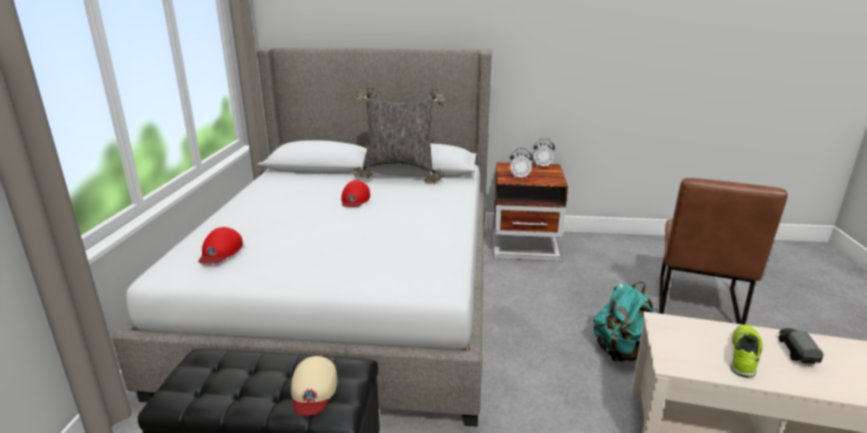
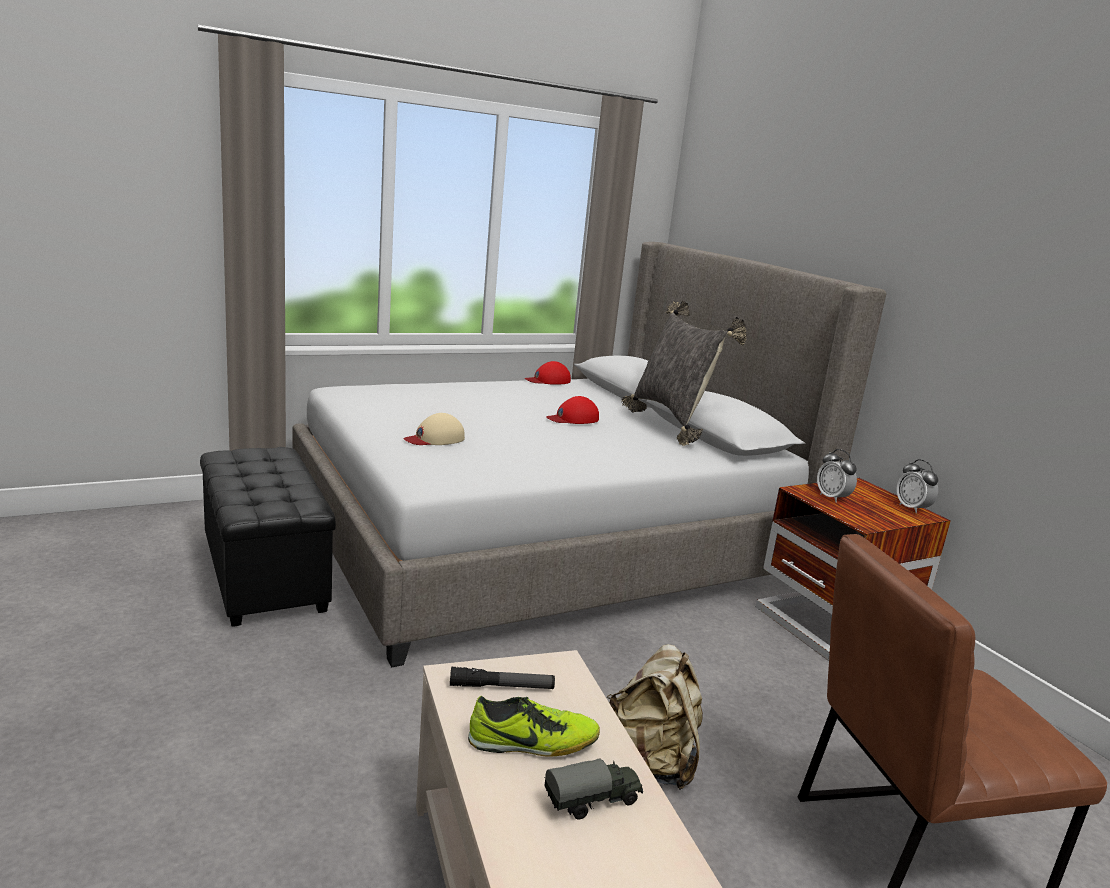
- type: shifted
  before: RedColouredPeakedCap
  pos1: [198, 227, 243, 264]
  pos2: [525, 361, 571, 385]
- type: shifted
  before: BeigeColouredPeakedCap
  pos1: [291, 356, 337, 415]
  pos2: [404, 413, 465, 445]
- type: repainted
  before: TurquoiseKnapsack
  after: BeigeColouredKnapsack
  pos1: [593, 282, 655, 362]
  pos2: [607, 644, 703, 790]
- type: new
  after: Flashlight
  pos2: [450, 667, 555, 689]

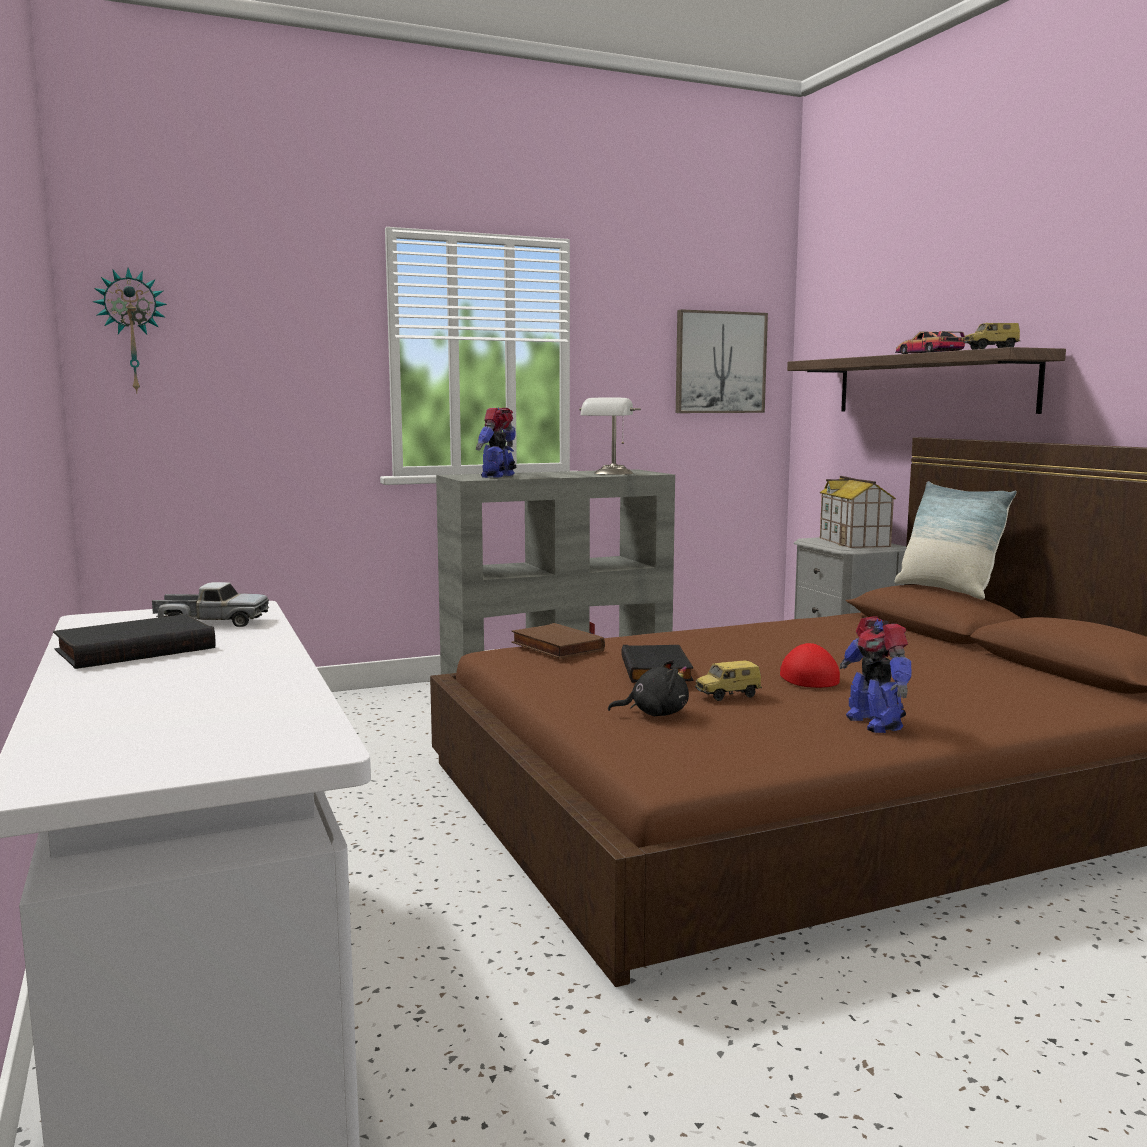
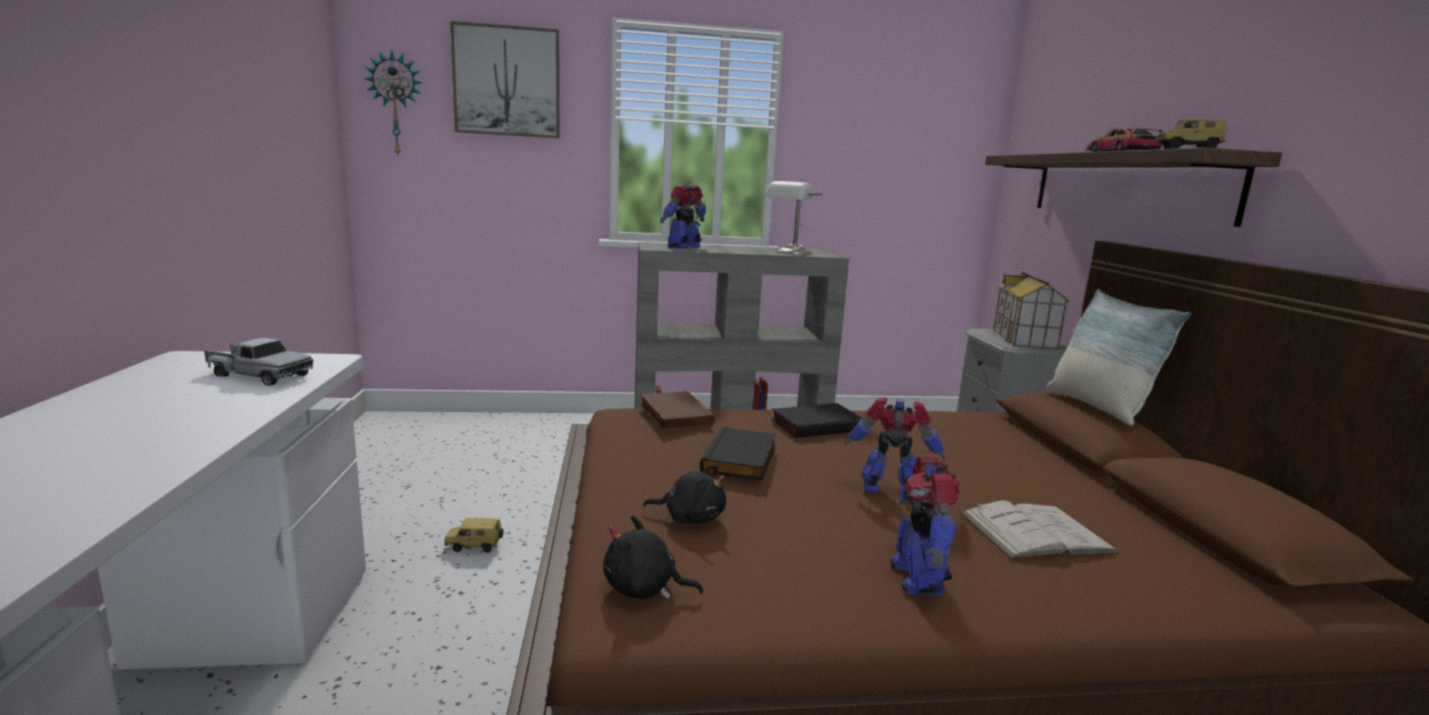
- type: shifted
  before: BlackBook
  pos1: [53, 614, 216, 669]
  pos2: [771, 403, 865, 438]
- type: shifted
  before: WallArt
  pos1: [676, 309, 768, 413]
  pos2: [450, 21, 559, 138]
- type: shifted
  before: ToyCar
  pos1: [695, 660, 762, 701]
  pos2: [445, 518, 503, 553]
- type: swapped
  before: RedColouredPeakedCap
  after: RobotFigure
  pos1: [780, 643, 840, 688]
  pos2: [844, 397, 945, 495]
- type: new
  after: BlackPlushToy
  pos2: [603, 515, 703, 599]
- type: new
  after: WhiteBook
  pos2: [960, 500, 1119, 560]

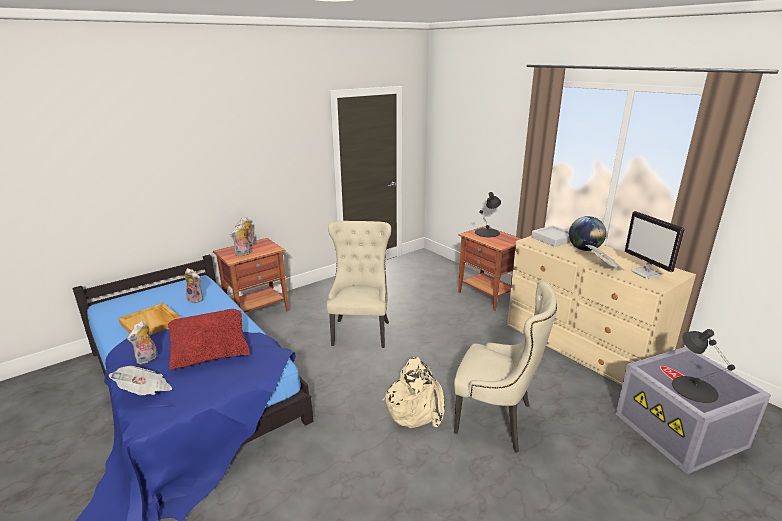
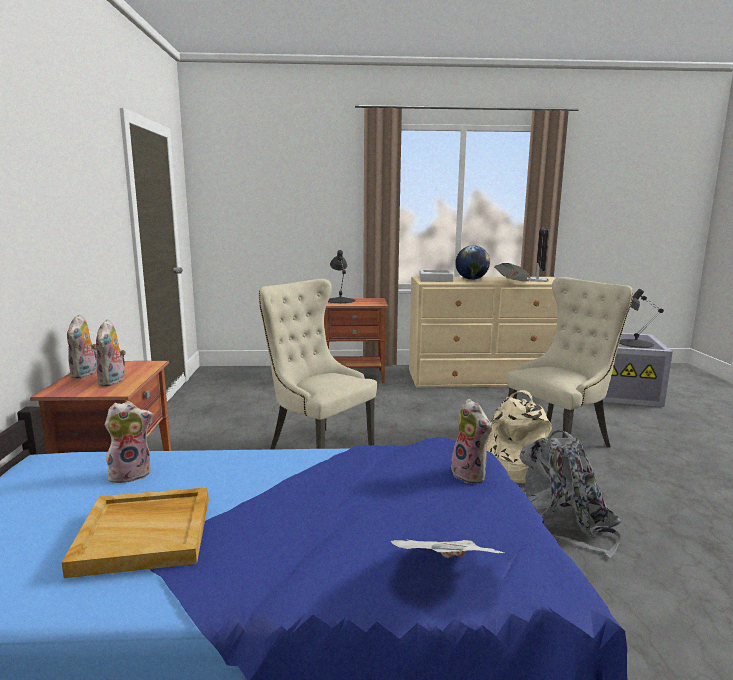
- type: shifted
  before: PlushToy
  pos1: [127, 321, 158, 364]
  pos2: [451, 399, 492, 484]
- type: gone
  before: RedColouredPillow
  pos1: [168, 309, 250, 370]
- type: rotated
  before: ComputerScreen
  pos1: [625, 211, 685, 279]
  pos2: [528, 228, 549, 282]
  turn: -90
- type: new
  after: GrayKnapsack
  pos2: [520, 430, 622, 558]

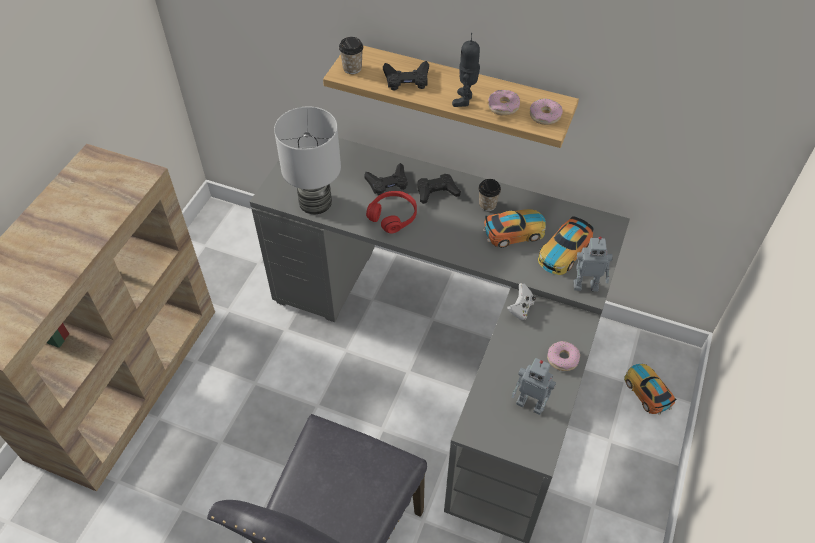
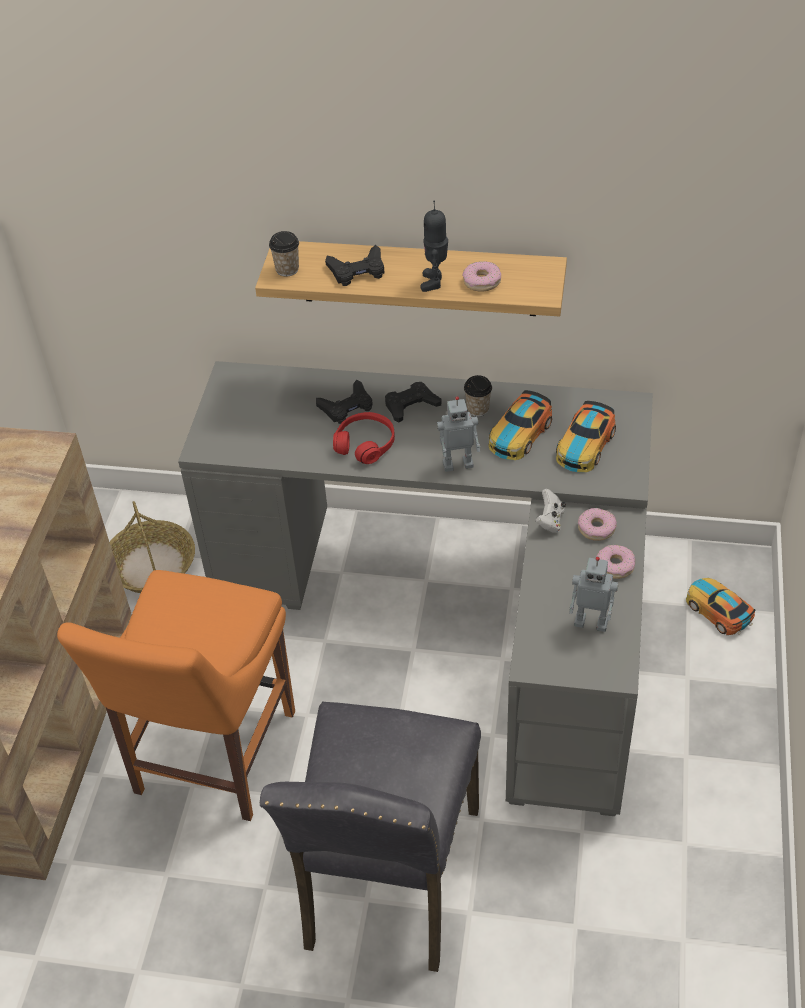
- type: gone
  before: GrayTabletopLamp
  pos1: [274, 106, 341, 214]
- type: rotated
  before: ToyCar
  pos1: [483, 209, 546, 248]
  pos2: [489, 390, 552, 460]
  turn: 150
- type: shifted
  before: Doughnut
  pos1: [530, 98, 563, 125]
  pos2: [578, 508, 617, 541]
- type: shifted
  before: RobotFigure
  pos1: [573, 236, 613, 292]
  pos2: [437, 396, 480, 472]
- type: new
  after: OrangeyPlainChair
  pos2: [57, 570, 295, 821]
- type: new
  after: HouseholdBasket
  pos2: [110, 501, 195, 593]

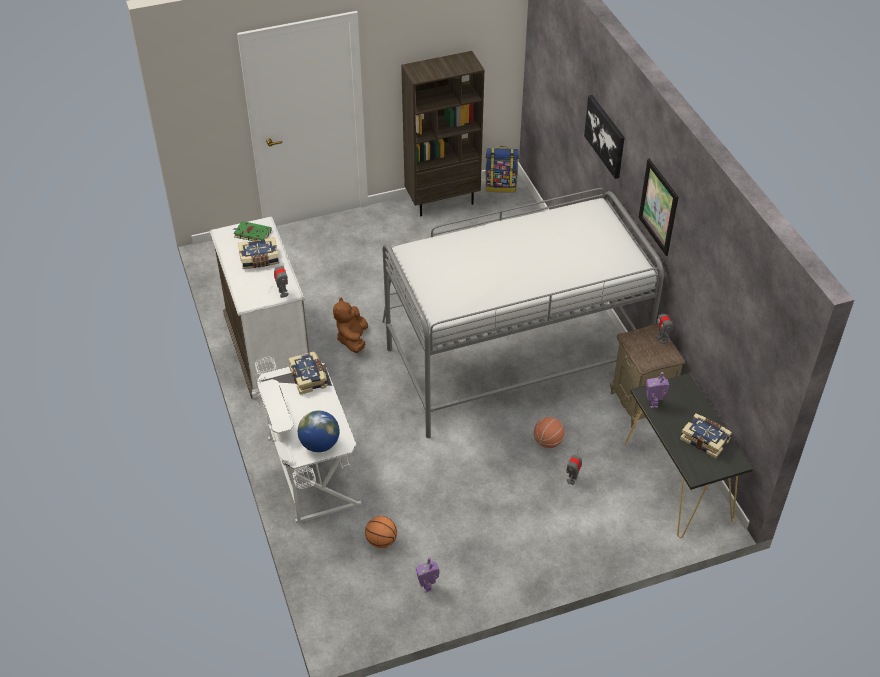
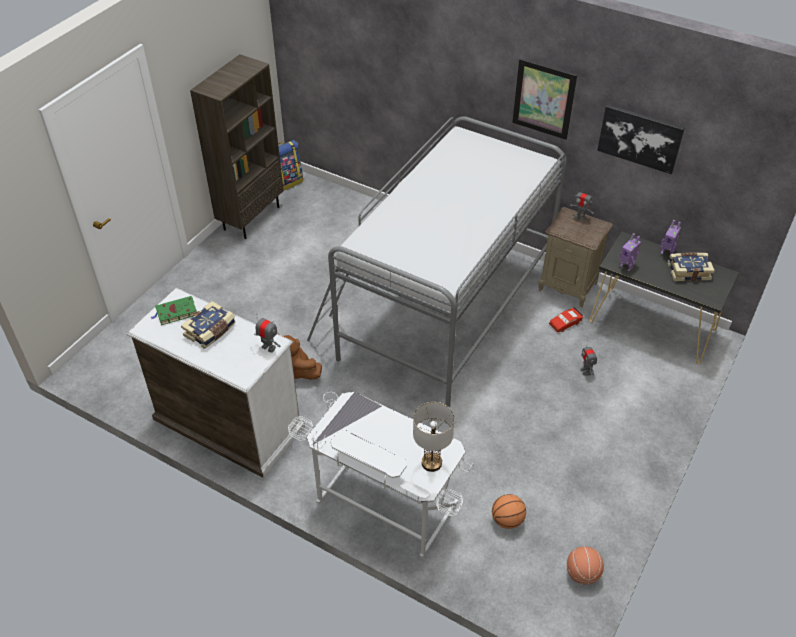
- type: gone
  before: Book
  pos1: [288, 351, 327, 395]
- type: swapped
  before: WorldGlobe
  after: TabletopLamp
  pos1: [298, 411, 339, 452]
  pos2: [413, 402, 455, 472]
- type: shifted
  before: RobotFigure
  pos1: [416, 558, 439, 593]
  pos2: [660, 220, 681, 257]
- type: shifted
  before: BasketballBall
  pos1: [534, 417, 565, 448]
  pos2: [567, 546, 604, 585]
- type: shifted
  before: WallArt
  pos1: [584, 95, 625, 179]
  pos2: [597, 105, 685, 174]
- type: new
  after: RedColouredToyCar
  pos2: [549, 307, 583, 332]

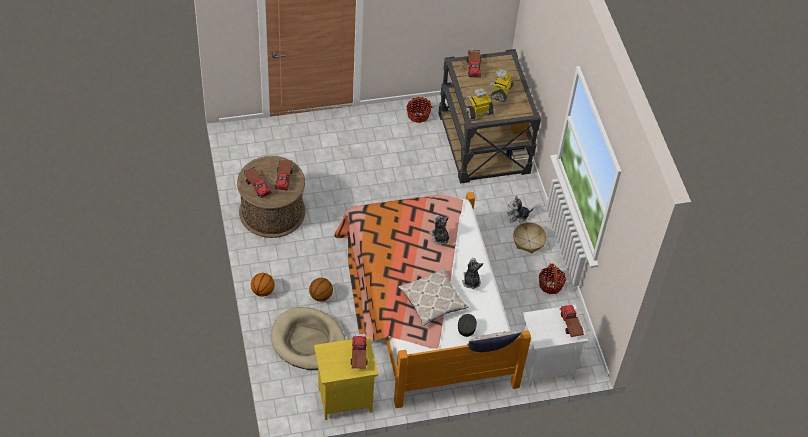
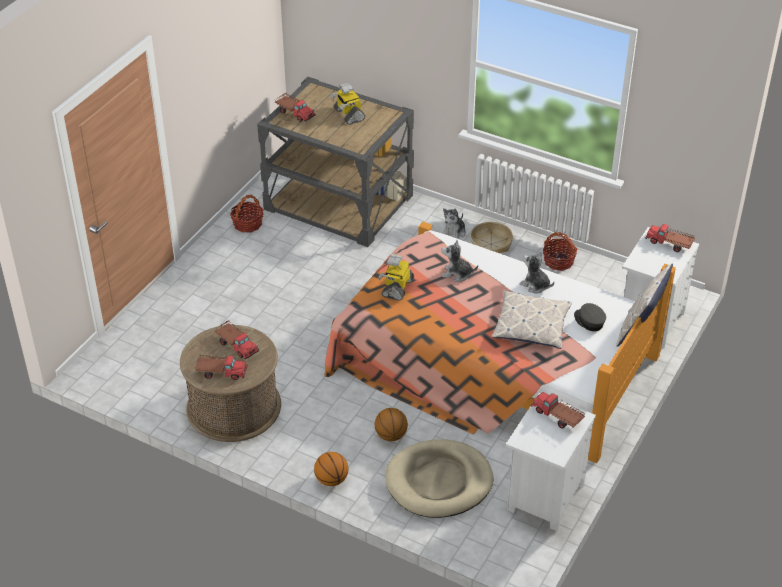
- type: repainted
  before: YellowColouredBedsideTable
  after: WhiteBedsideTable
  pos1: [314, 337, 378, 420]
  pos2: [506, 393, 596, 531]
- type: shifted
  before: RobotFigure
  pos1: [465, 88, 494, 120]
  pos2: [378, 254, 414, 301]

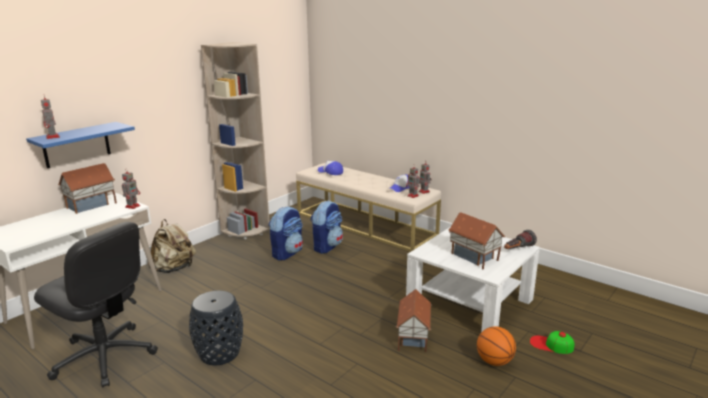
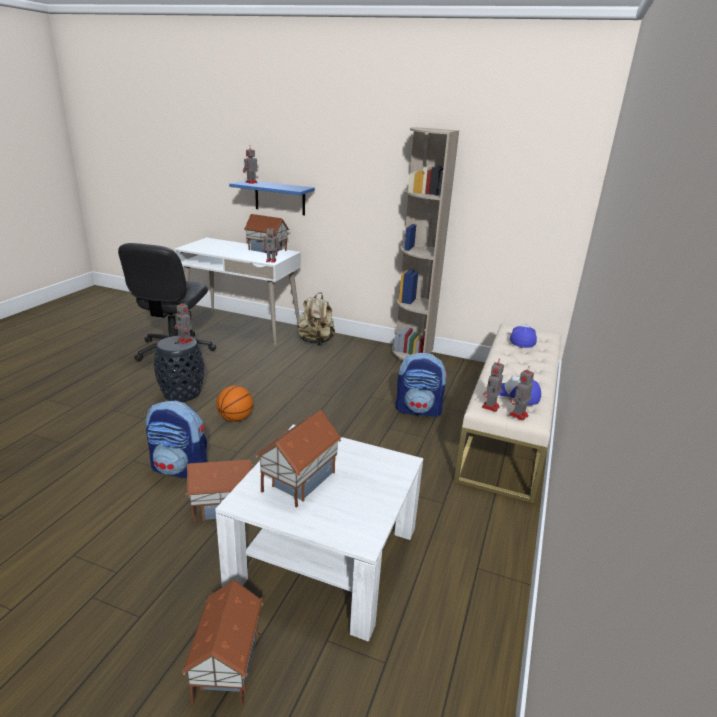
- type: shifted
  before: Knapsack
  pos1: [269, 206, 303, 261]
  pos2: [146, 400, 207, 478]
- type: shifted
  before: BasketballBall
  pos1: [477, 326, 516, 366]
  pos2: [216, 386, 253, 422]
- type: gone
  before: Flashlight
  pos1: [504, 230, 537, 249]
- type: swapped
  before: PeakedCap
  after: ToyHouse
  pos1: [530, 331, 574, 354]
  pos2: [182, 580, 263, 705]
- type: new
  after: RobotFigure
  pos2: [174, 301, 193, 344]

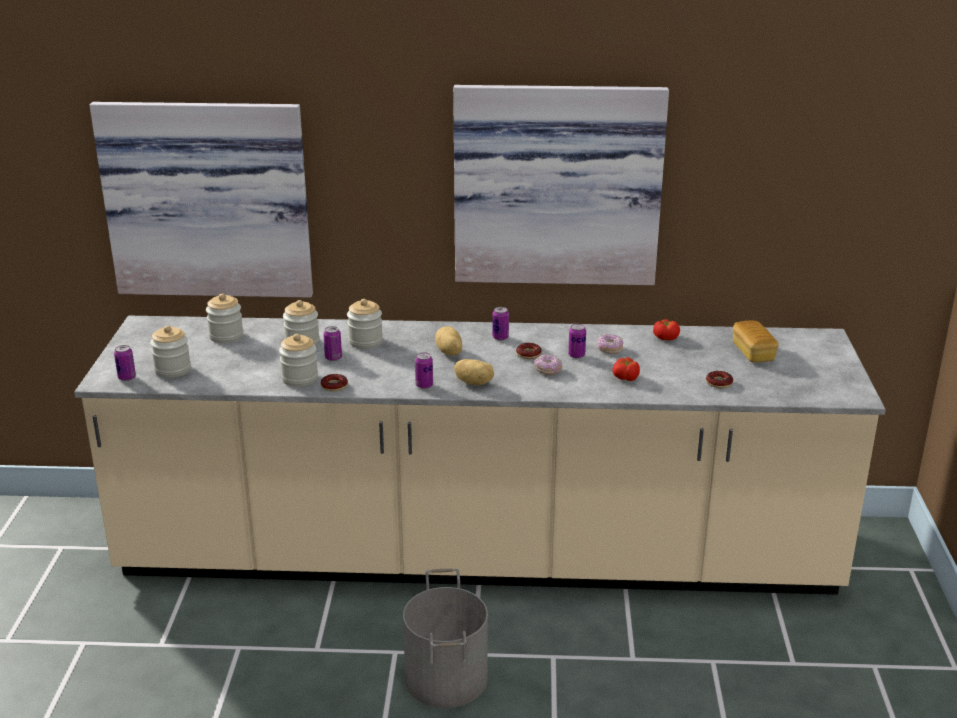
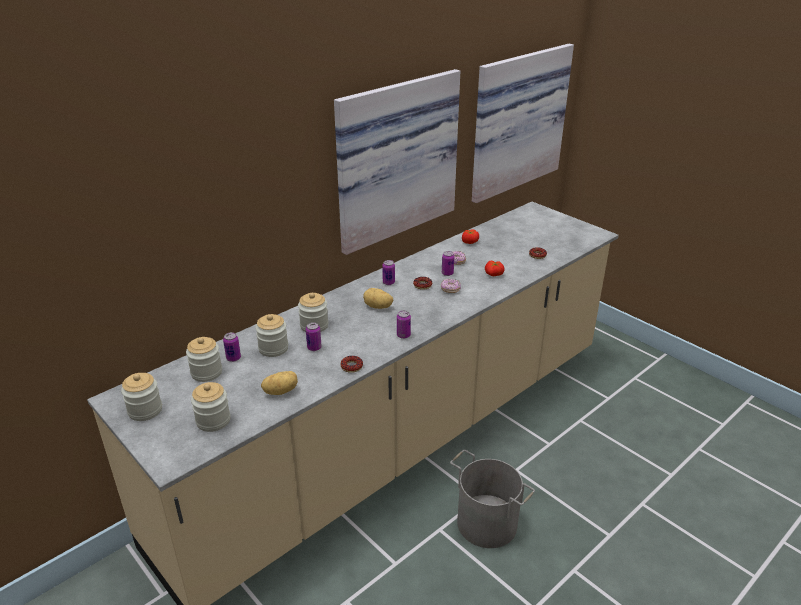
- type: shifted
  before: WallArt
  pos1: [89, 102, 313, 298]
  pos2: [472, 44, 574, 203]
- type: shifted
  before: SealedCan
  pos1: [114, 345, 136, 381]
  pos2: [223, 332, 241, 362]
- type: shifted
  before: PreserveJar
  pos1: [279, 334, 318, 387]
  pos2: [121, 373, 162, 421]
- type: shifted
  before: Spud
  pos1: [454, 359, 494, 385]
  pos2: [261, 371, 298, 395]
- type: gone
  before: BakedBread
  pos1: [733, 320, 779, 363]

